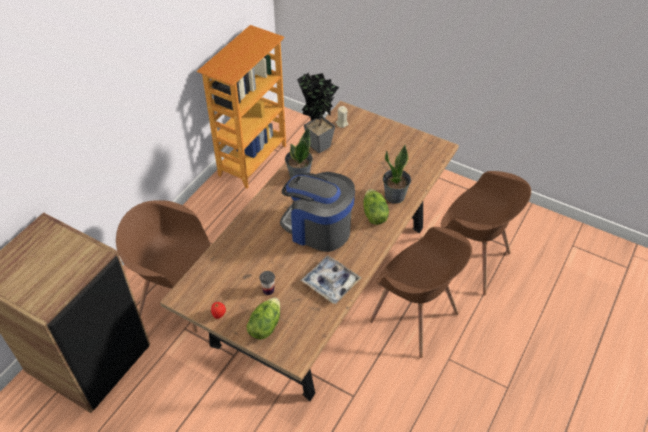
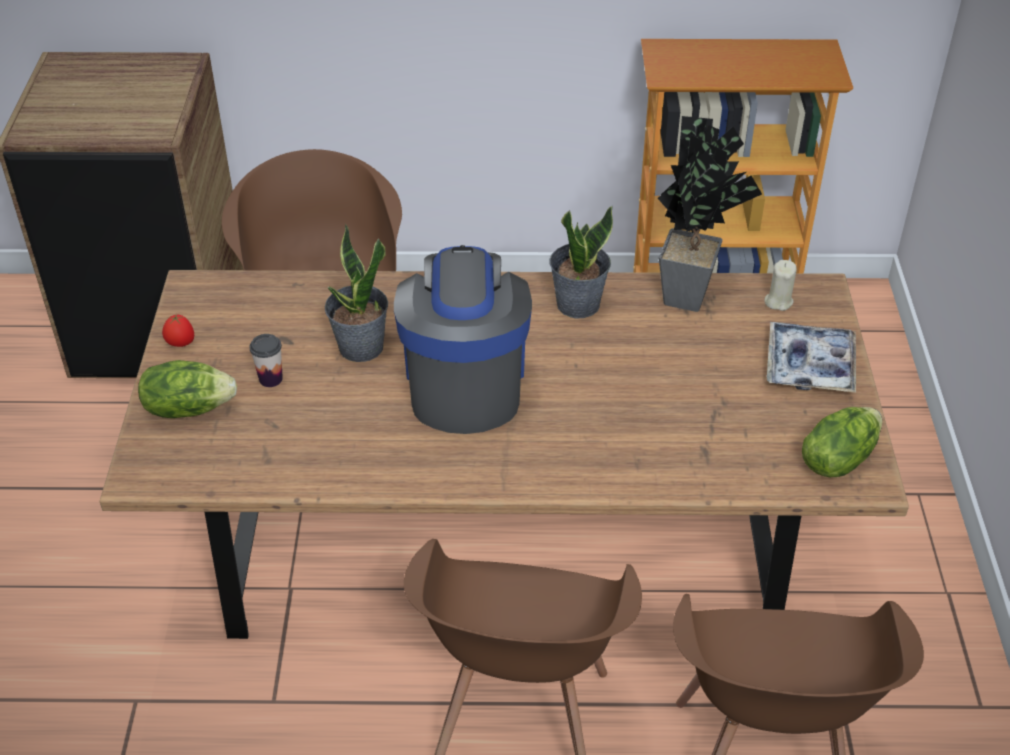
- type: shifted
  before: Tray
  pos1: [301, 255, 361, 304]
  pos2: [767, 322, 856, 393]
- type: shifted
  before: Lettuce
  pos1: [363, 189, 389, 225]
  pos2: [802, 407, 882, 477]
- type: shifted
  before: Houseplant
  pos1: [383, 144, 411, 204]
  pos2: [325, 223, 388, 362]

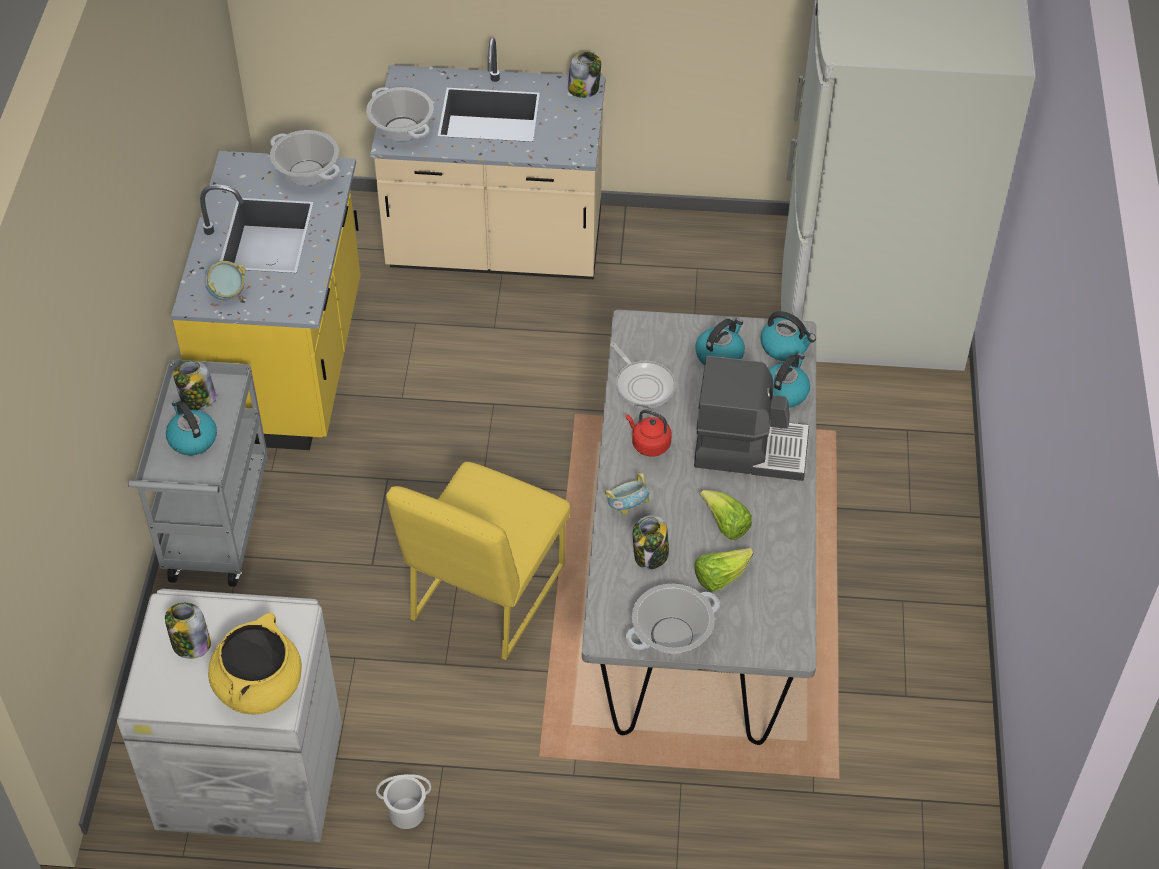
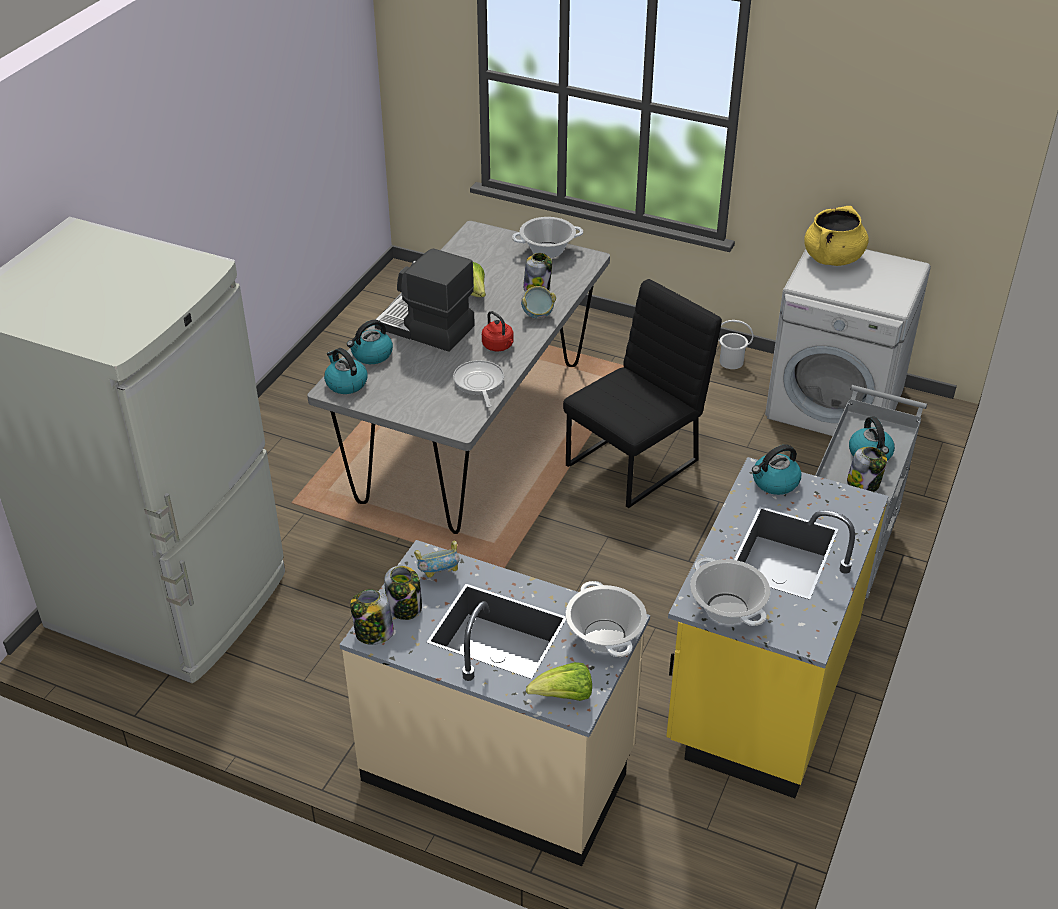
- type: shifted
  before: PreserveJar
  pos1: [165, 603, 211, 659]
  pos2: [384, 566, 422, 620]
- type: shifted
  before: ServingBowl
  pos1: [204, 261, 246, 300]
  pos2: [414, 541, 460, 578]
- type: repainted
  before: YellowColouredPlainChair
  after: BlackPlainChair
  pos1: [386, 462, 570, 660]
  pos2: [563, 279, 722, 508]
- type: shifted
  before: Lettuce
  pos1: [694, 548, 753, 592]
  pos2: [526, 662, 592, 701]
- type: shifted
  before: TeaKettle
  pos1: [695, 318, 745, 365]
  pos2: [752, 444, 801, 495]

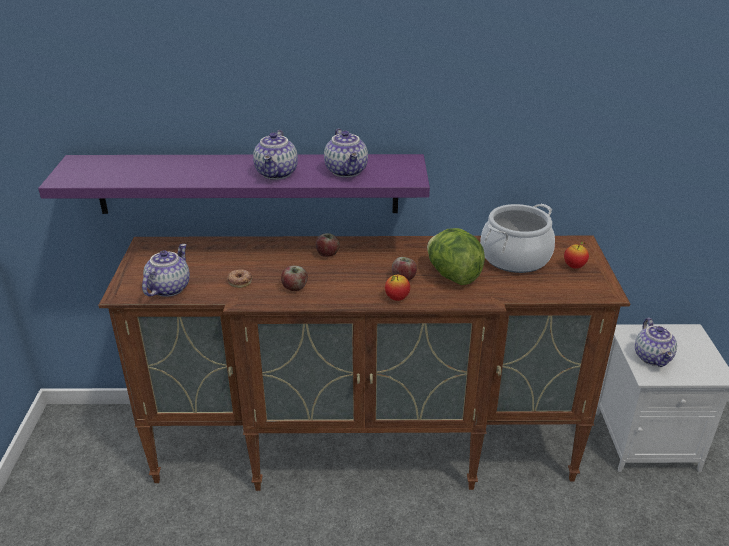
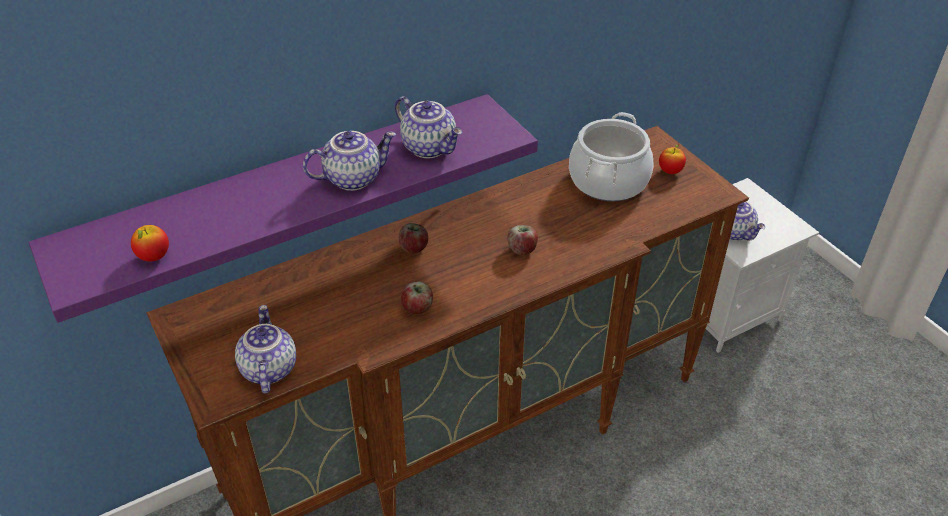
- type: gone
  before: Doughnut
  pos1: [227, 269, 253, 288]
- type: rotated
  before: Teapot
  pos1: [253, 130, 298, 180]
  pos2: [303, 131, 396, 191]
  turn: -90
- type: shifted
  before: Apple
  pos1: [385, 275, 410, 301]
  pos2: [131, 225, 169, 262]
- type: gone
  before: Lettuce
  pos1: [427, 228, 485, 285]

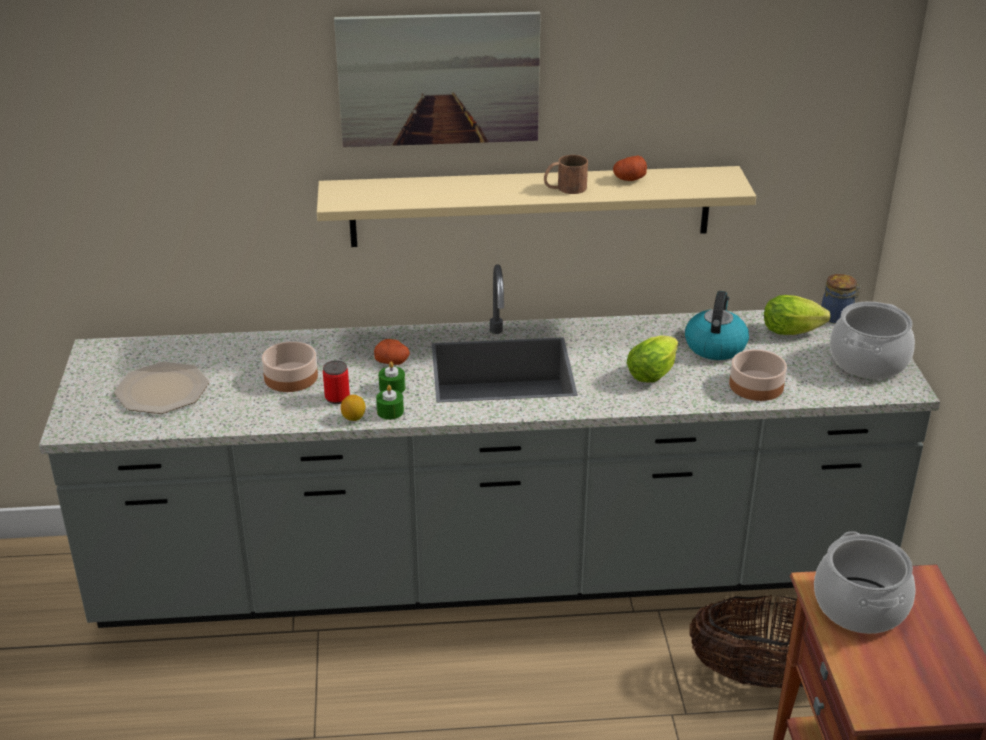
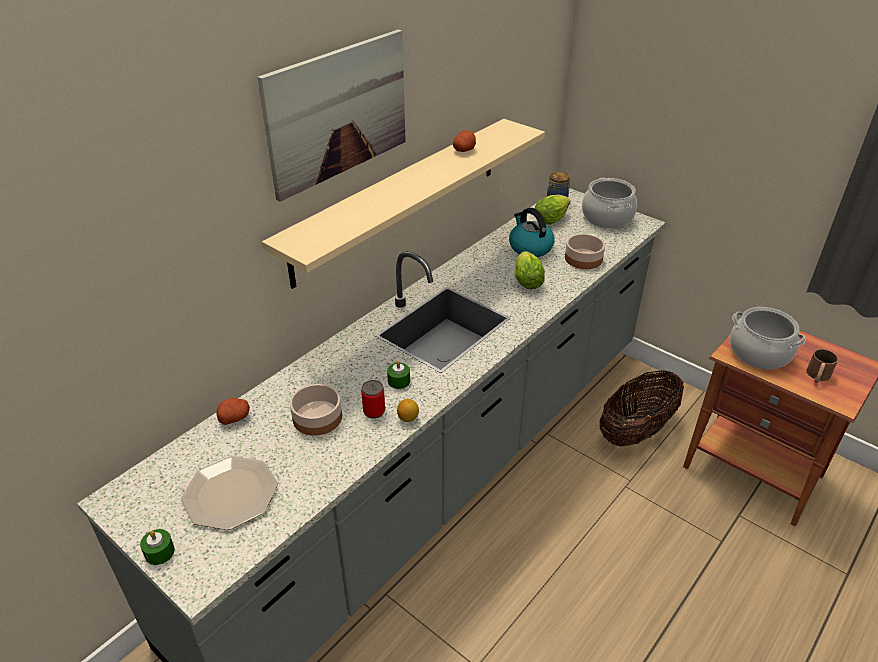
- type: shifted
  before: Spud
  pos1: [374, 339, 410, 365]
  pos2: [216, 398, 250, 425]
- type: shifted
  before: GreenCandle
  pos1: [376, 385, 404, 420]
  pos2: [140, 529, 175, 565]
- type: shifted
  before: BrownishCoffeeMug
  pos1: [544, 155, 588, 194]
  pos2: [806, 349, 838, 383]

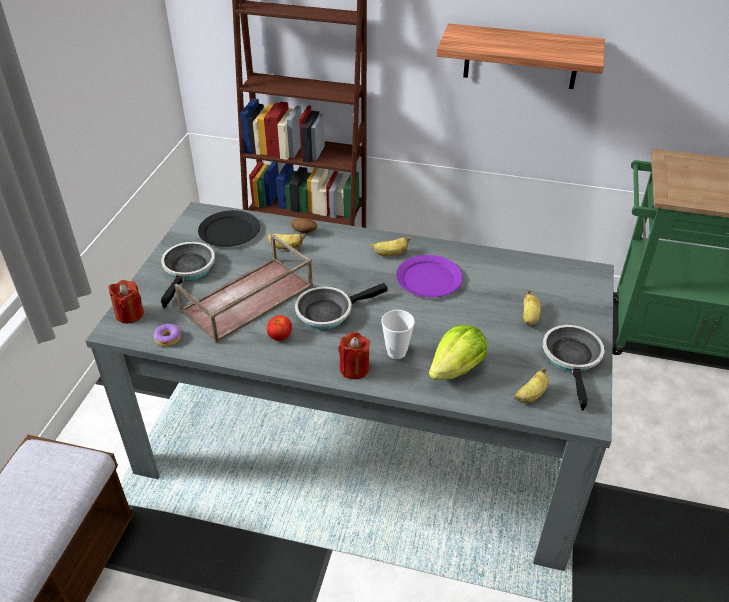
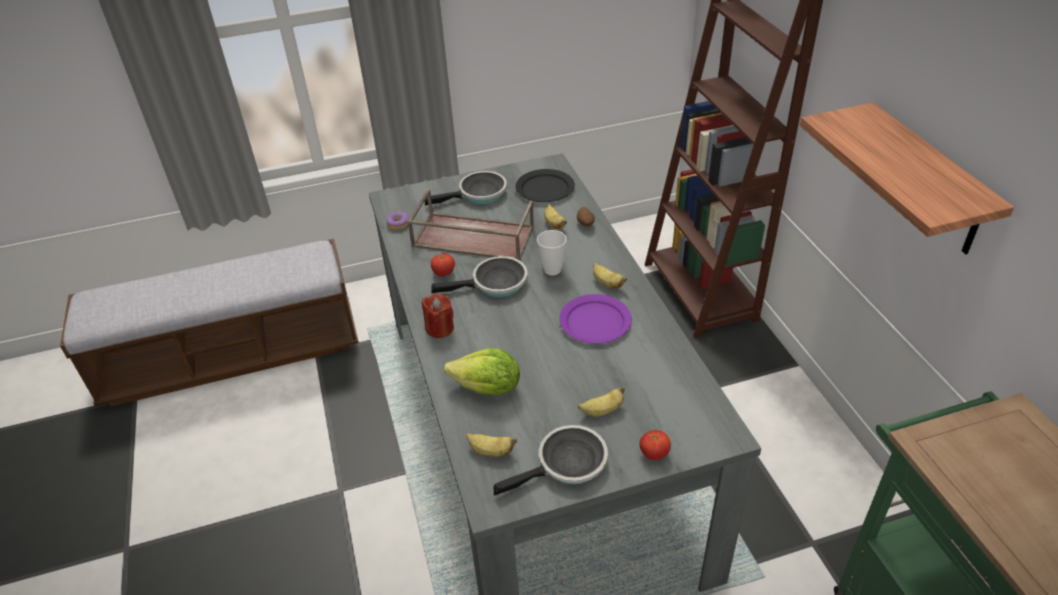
- type: gone
  before: RedColouredCandle
  pos1: [108, 280, 144, 323]
- type: rotated
  before: Skillet
  pos1: [295, 283, 388, 330]
  pos2: [431, 256, 528, 297]
  turn: 135
- type: shifted
  before: DrinkingCup
  pos1: [381, 310, 415, 359]
  pos2: [537, 230, 567, 275]
- type: new
  after: WholeTomato
  pos2: [640, 430, 671, 460]

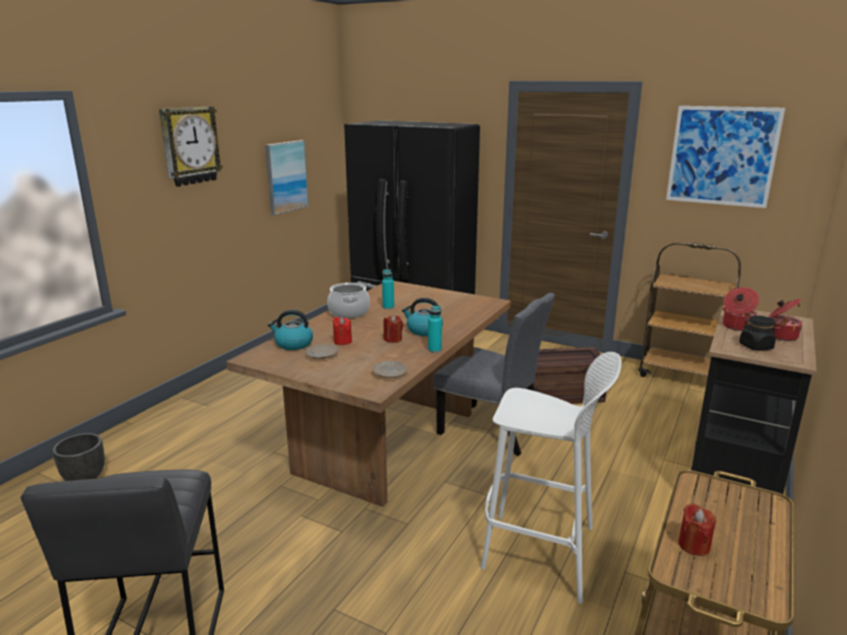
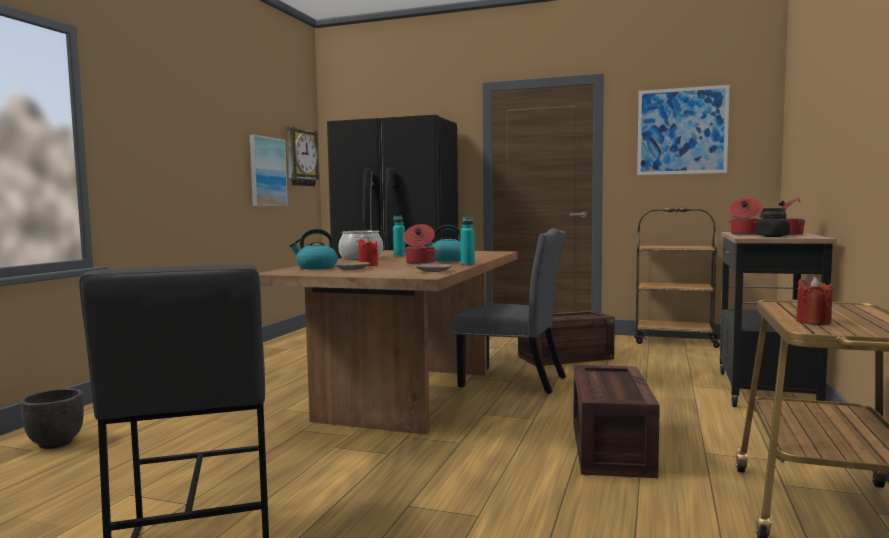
- type: shifted
  before: HangingClock
  pos1: [159, 106, 223, 187]
  pos2: [287, 126, 320, 186]
- type: swapped
  before: RedColouredCandle
  after: CookingPot
  pos1: [383, 315, 403, 343]
  pos2: [403, 224, 438, 264]
- type: swapped
  before: WhiteStoolSeat
  after: ShippingCrate
  pos1: [481, 352, 621, 604]
  pos2: [574, 365, 660, 478]

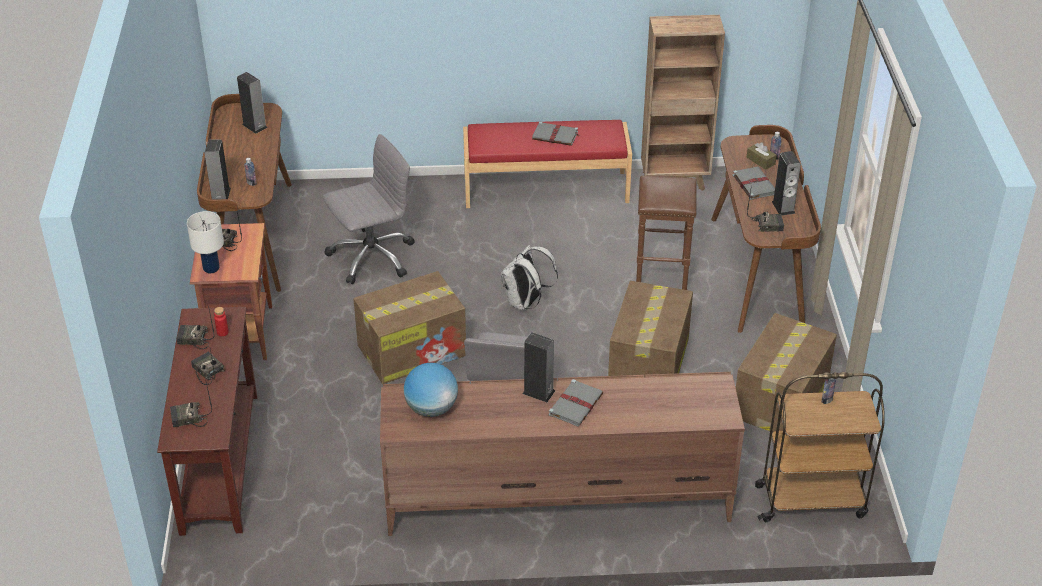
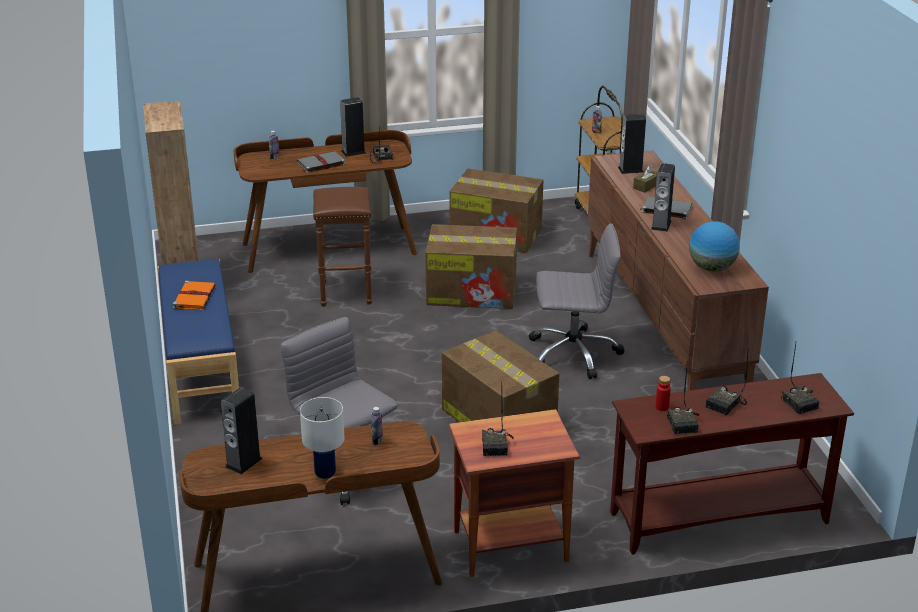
- type: shifted
  before: WhiteTabletopLamp
  pos1: [187, 211, 224, 274]
  pos2: [300, 397, 345, 479]
- type: shifted
  before: AudioSpeaker
  pos1: [204, 139, 231, 200]
  pos2: [618, 114, 646, 174]
- type: repainted
  before: RedColouredLongSeat
  after: BlueLongSeat
  pos1: [463, 120, 632, 208]
  pos2: [158, 259, 239, 424]
- type: gone
  before: WhiteKnapsack
  pos1: [501, 245, 558, 311]
- type: repainted
  before: GrayBook
  after: OrangeyBook
  pos1: [532, 122, 580, 146]
  pos2: [173, 281, 215, 310]
- type: shifted
  before: BrownishTissueHolder
  pos1: [747, 142, 777, 170]
  pos2: [633, 165, 657, 193]

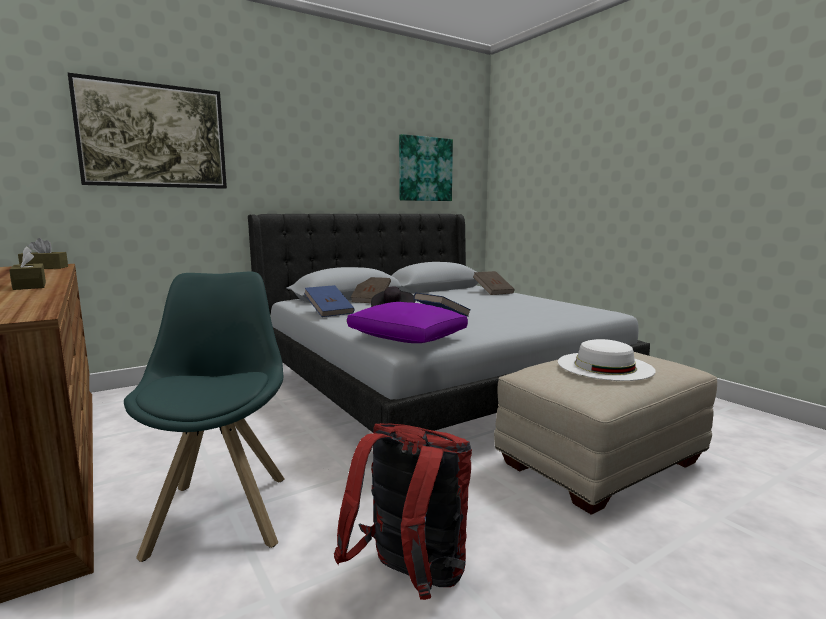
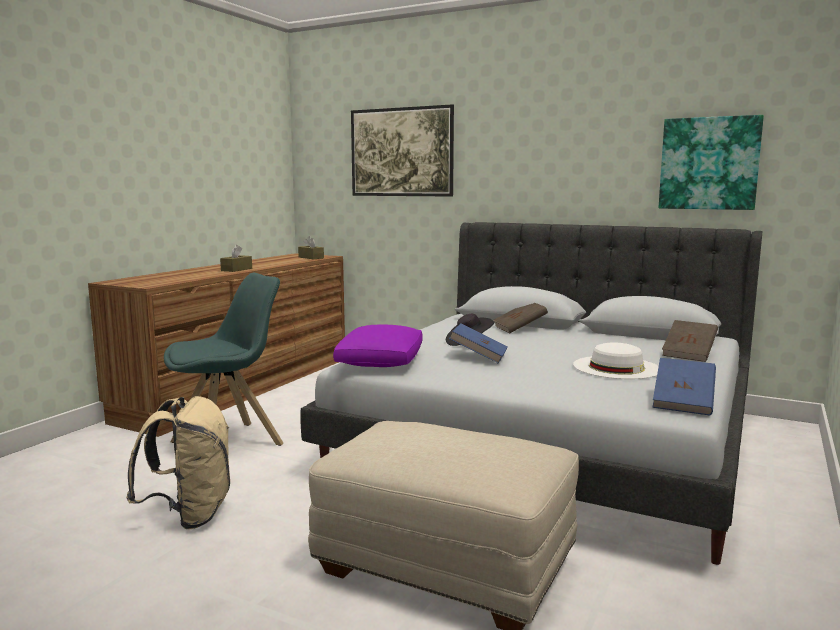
- type: shifted
  before: BlueBook
  pos1: [304, 285, 355, 317]
  pos2: [652, 358, 716, 415]
- type: repainted
  before: RedColouredKnapsack
  after: BeigeColouredKnapsack
  pos1: [334, 423, 472, 600]
  pos2: [126, 396, 230, 529]
- type: shifted
  before: WhiteHat
  pos1: [558, 339, 656, 381]
  pos2: [573, 342, 659, 379]

